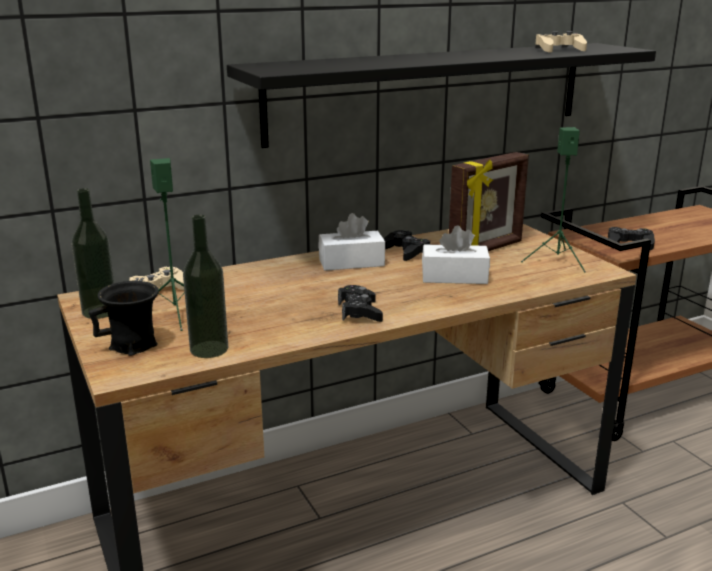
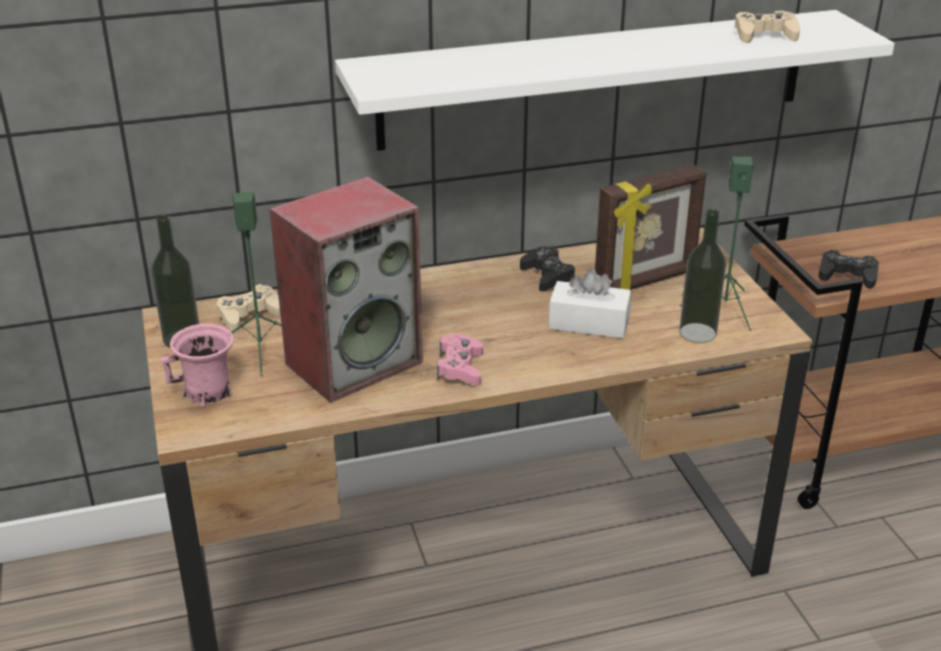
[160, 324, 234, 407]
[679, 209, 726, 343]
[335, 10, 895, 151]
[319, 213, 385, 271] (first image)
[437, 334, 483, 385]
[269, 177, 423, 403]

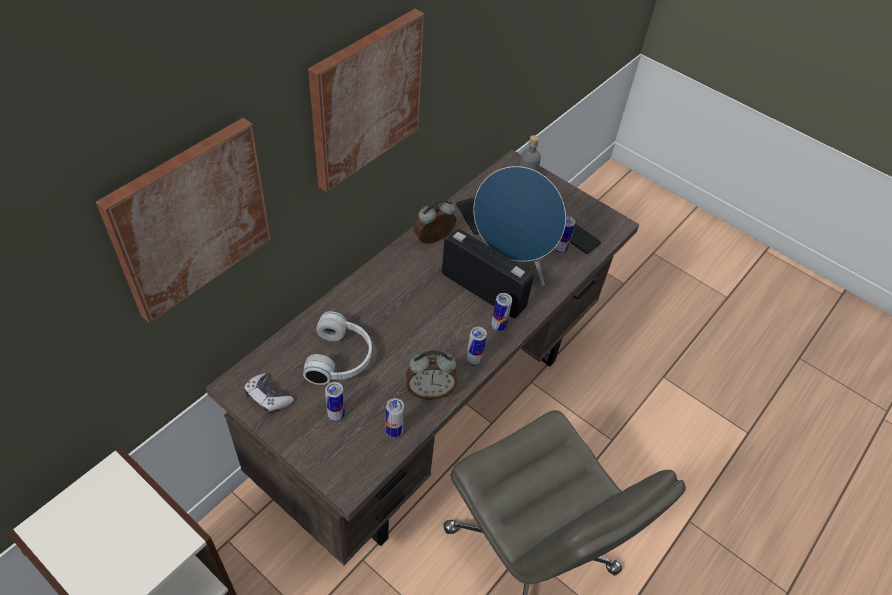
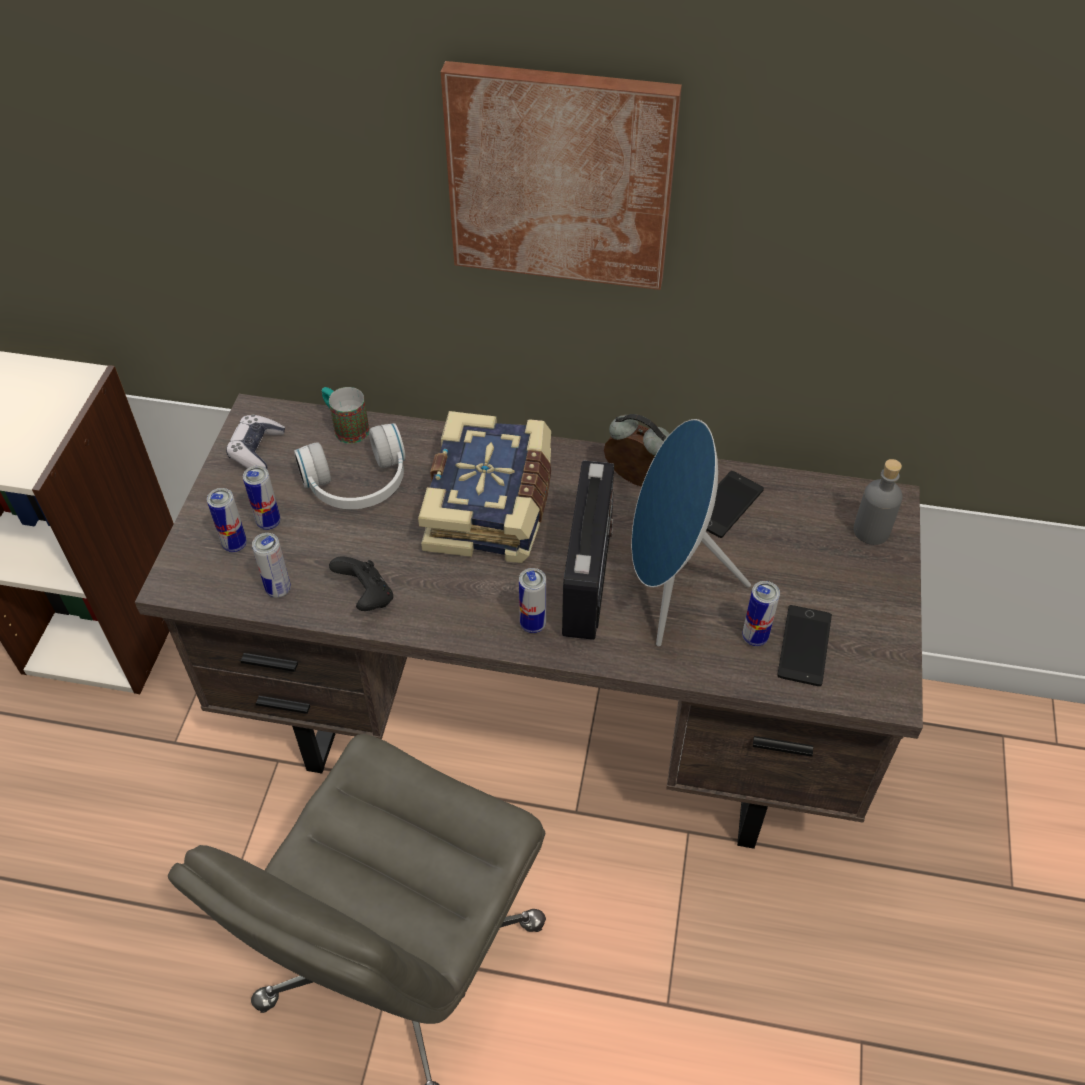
[96, 118, 271, 323] (first image)
[329, 556, 393, 611]
[207, 488, 247, 552]
[322, 387, 369, 444]
[418, 411, 551, 563]

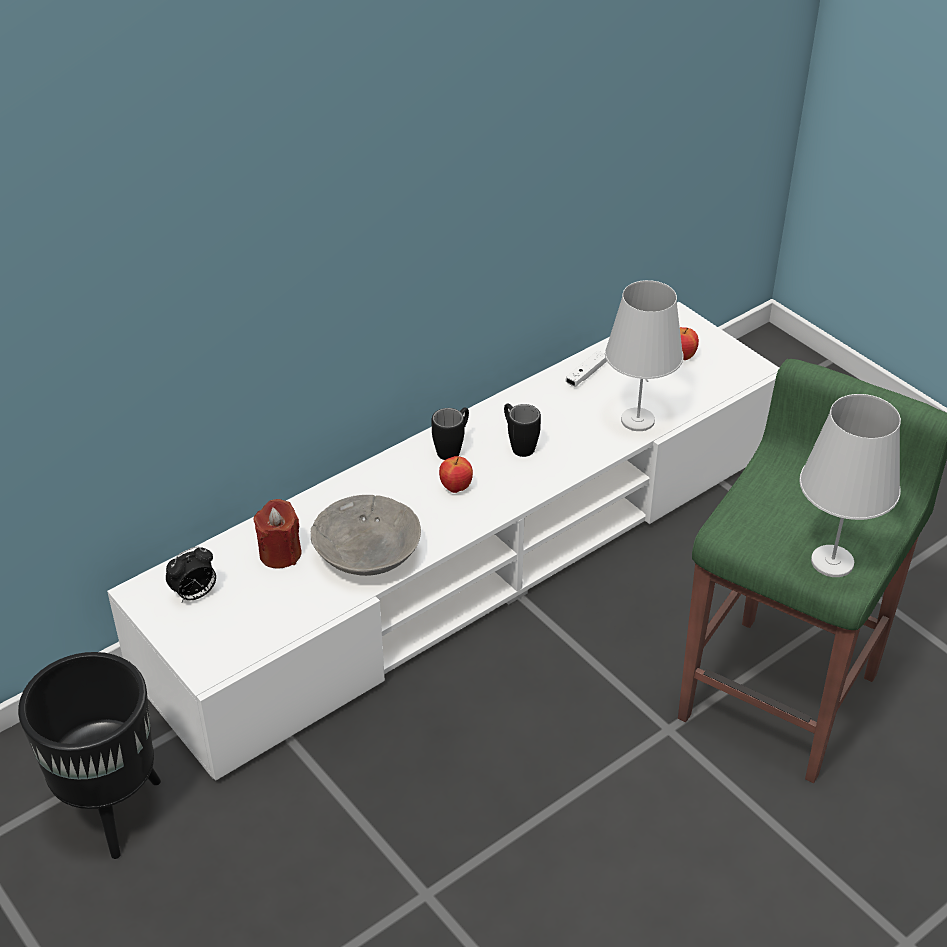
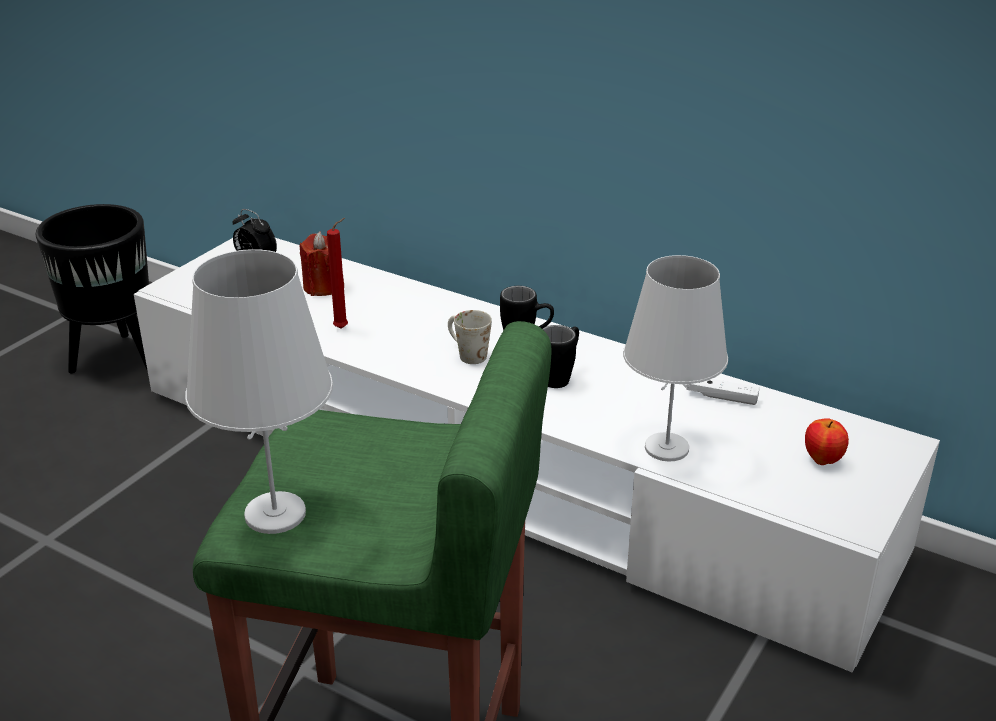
[327, 218, 348, 329]
[448, 310, 492, 364]

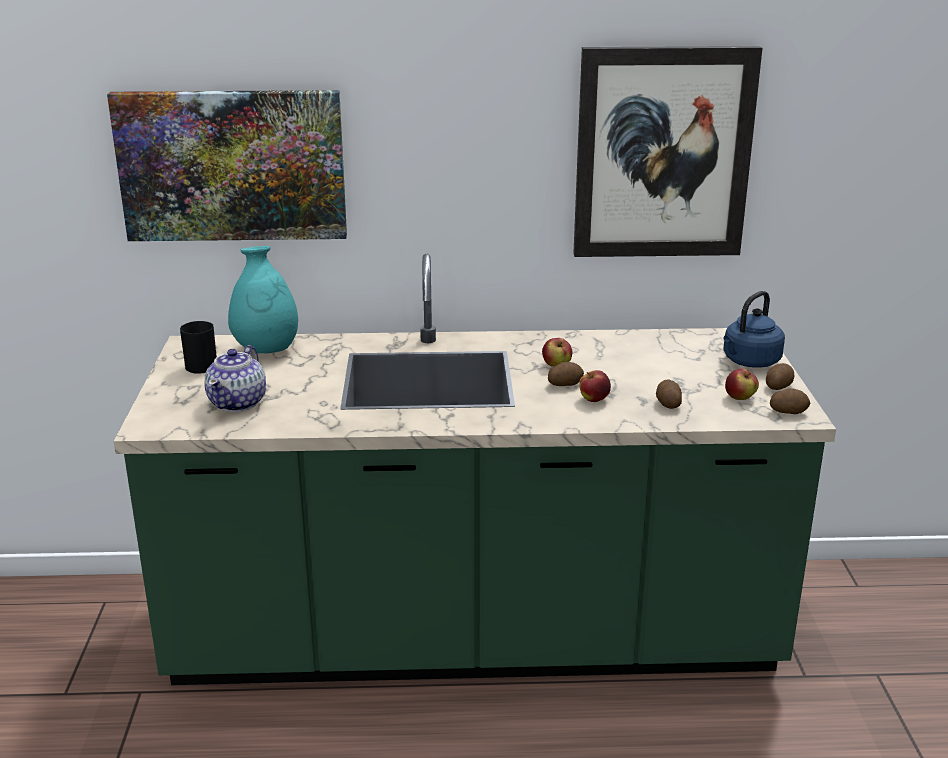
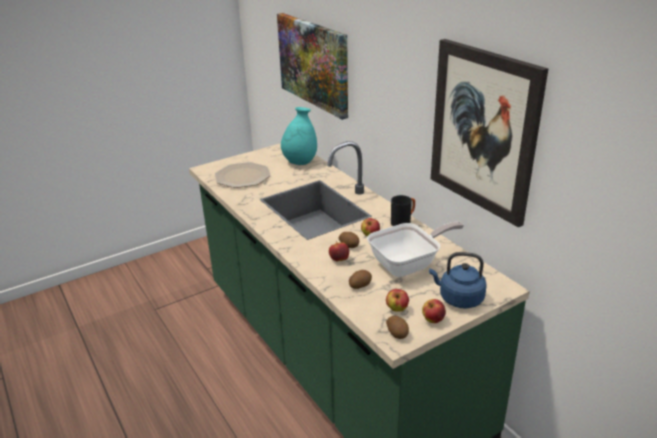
[391, 195, 415, 226]
[215, 162, 271, 188]
[422, 299, 446, 323]
[367, 222, 464, 277]

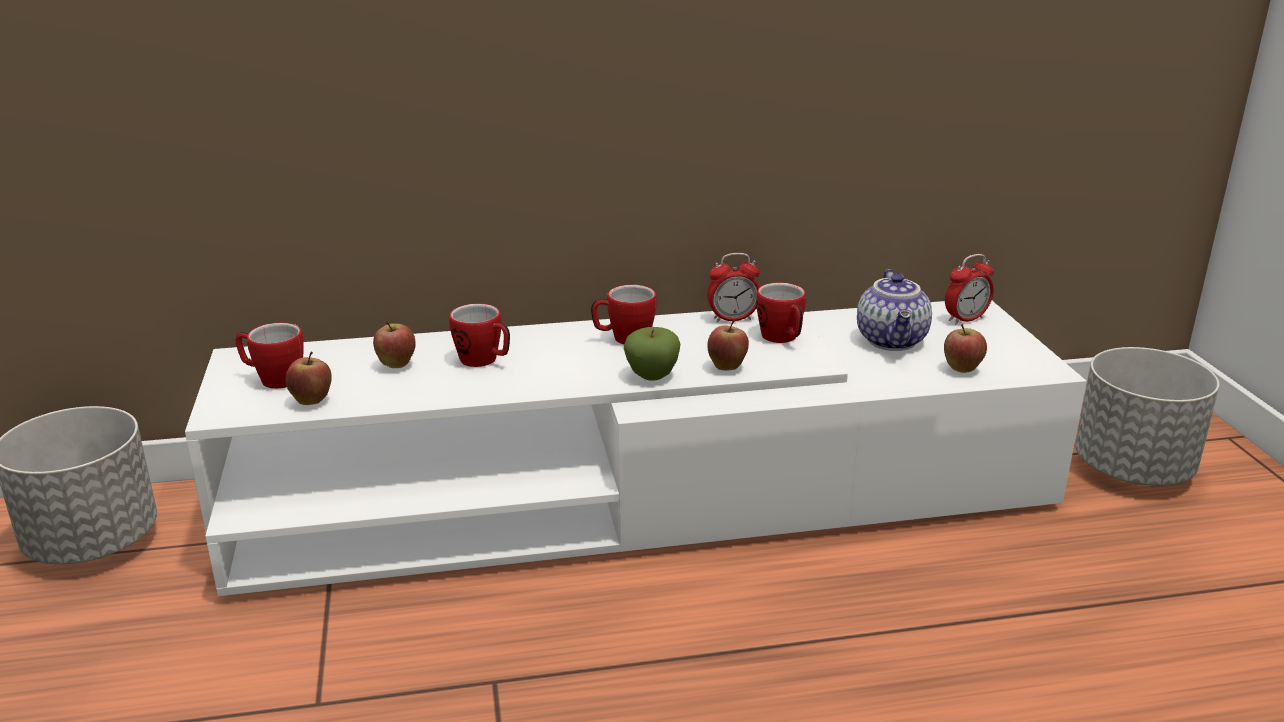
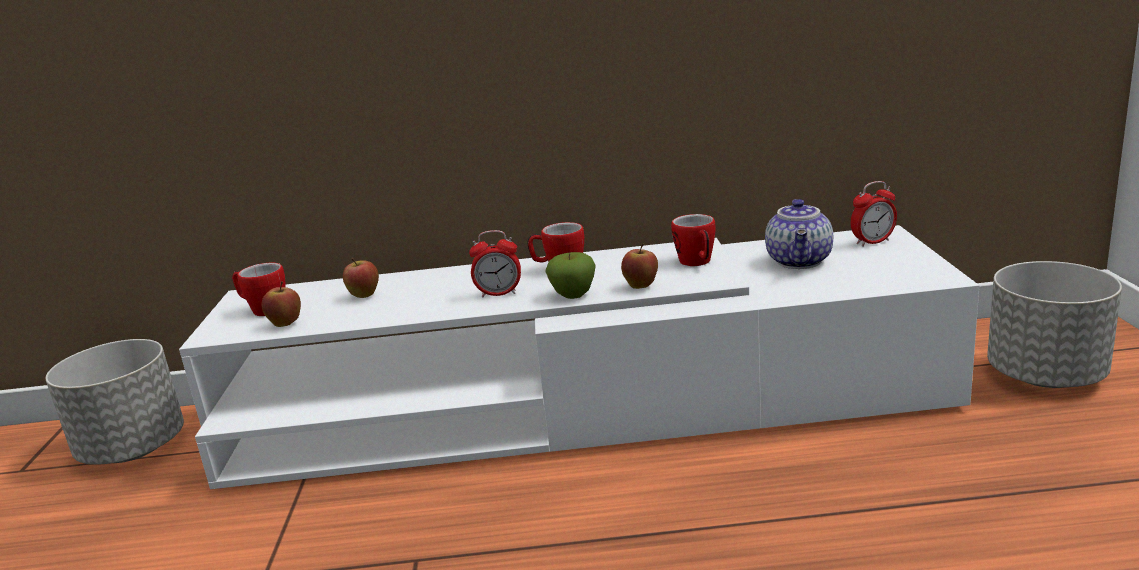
[449, 304, 510, 367] (first image)
[469, 230, 521, 298]
[944, 324, 987, 373] (first image)

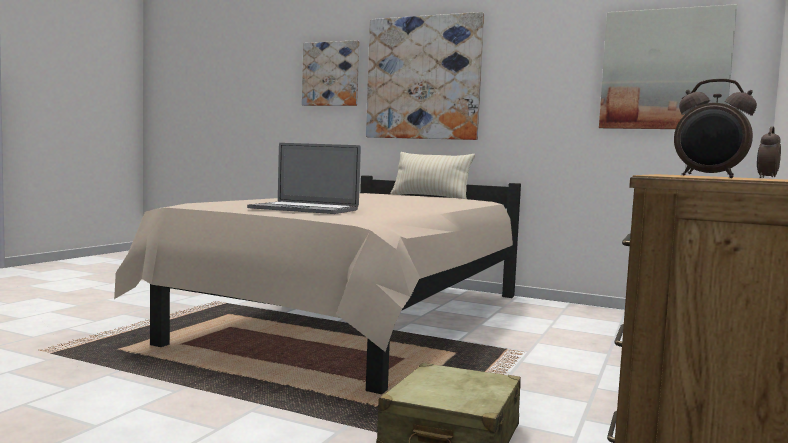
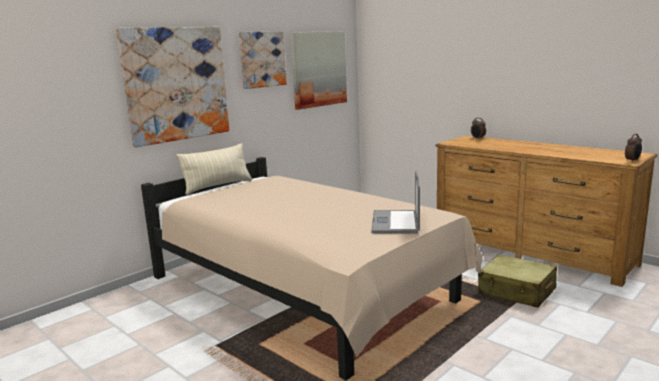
[371, 170, 420, 233]
[239, 31, 287, 89]

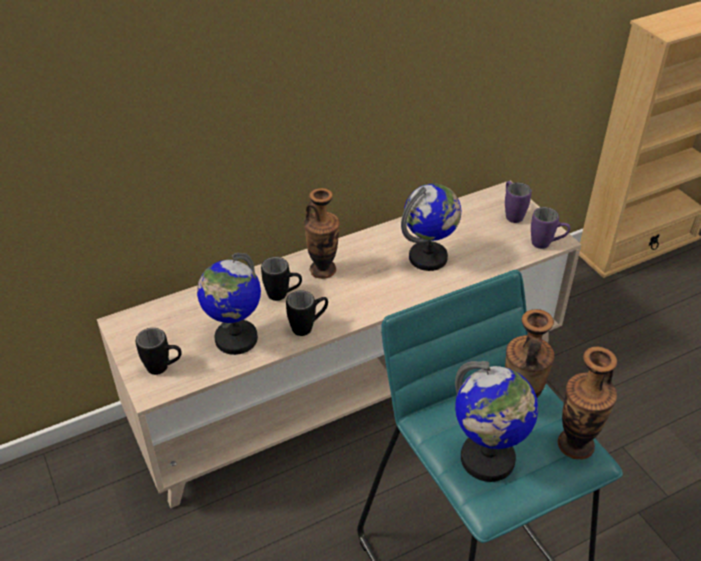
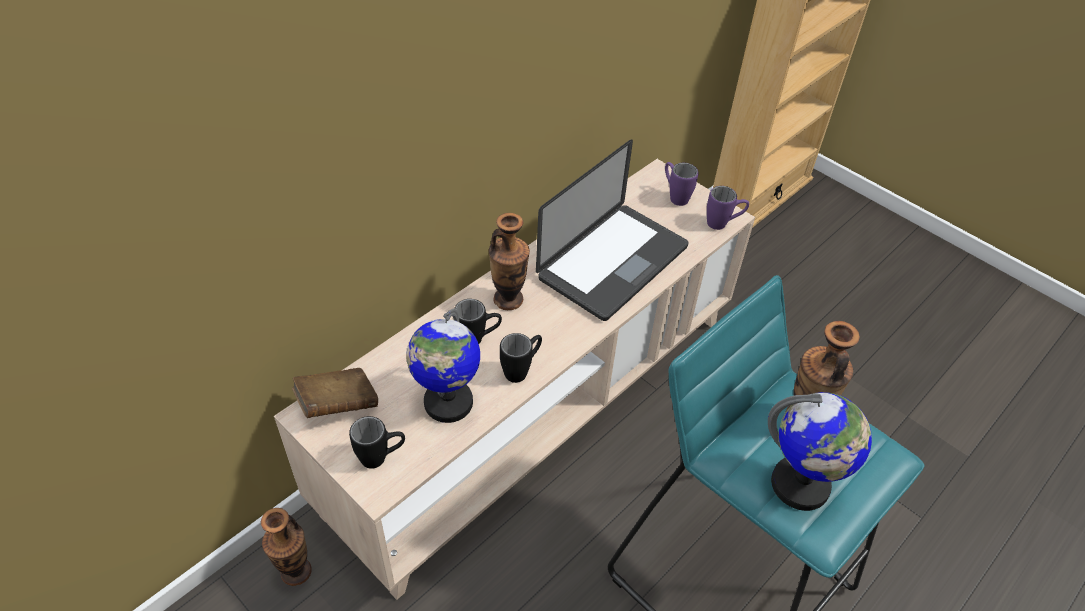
[536, 139, 689, 321]
[261, 508, 311, 586]
[292, 368, 378, 418]

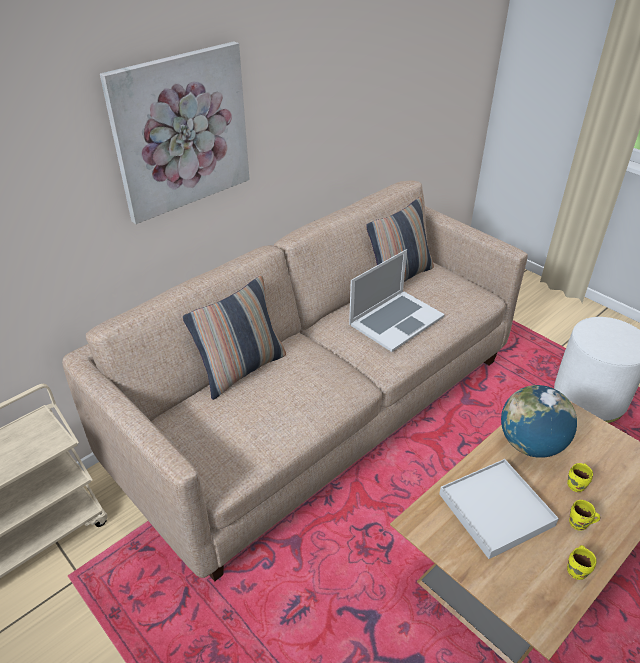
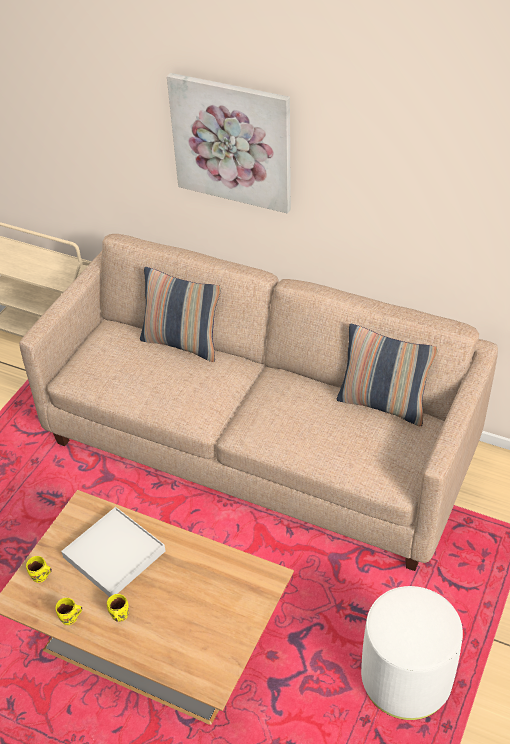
[349, 249, 445, 352] (first image)
[501, 385, 577, 458] (first image)
[26, 556, 52, 583]

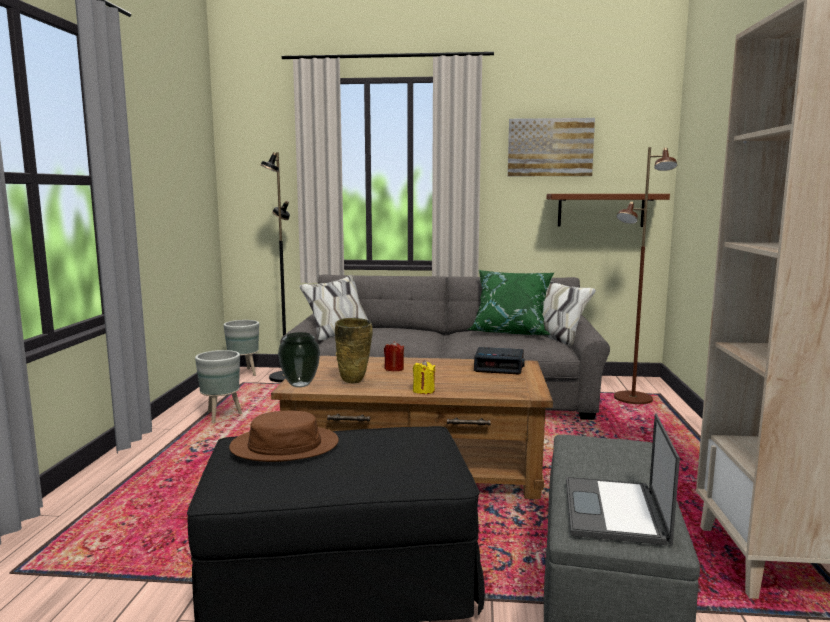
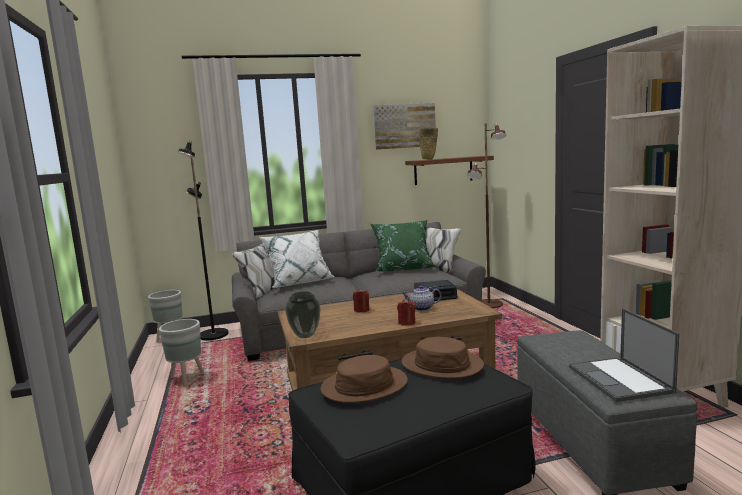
[419, 128, 438, 159]
[397, 299, 415, 326]
[260, 230, 335, 288]
[402, 285, 441, 311]
[402, 337, 484, 378]

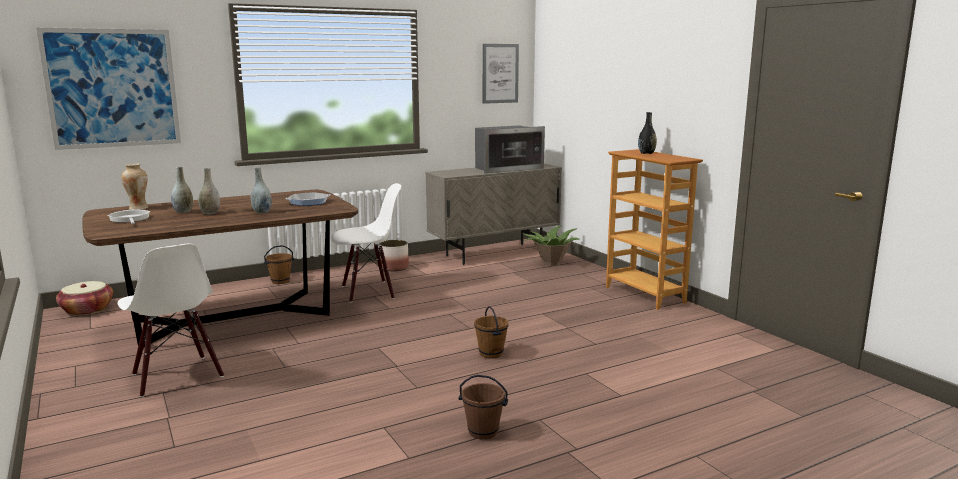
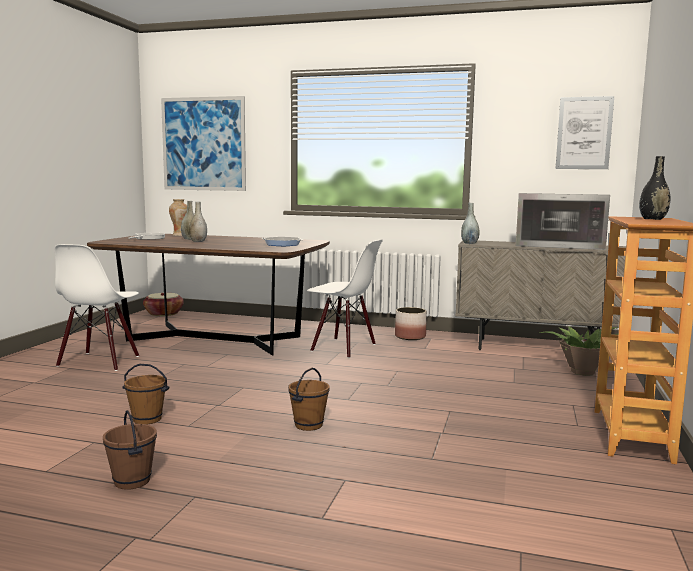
[461, 203, 479, 244]
[122, 364, 169, 425]

